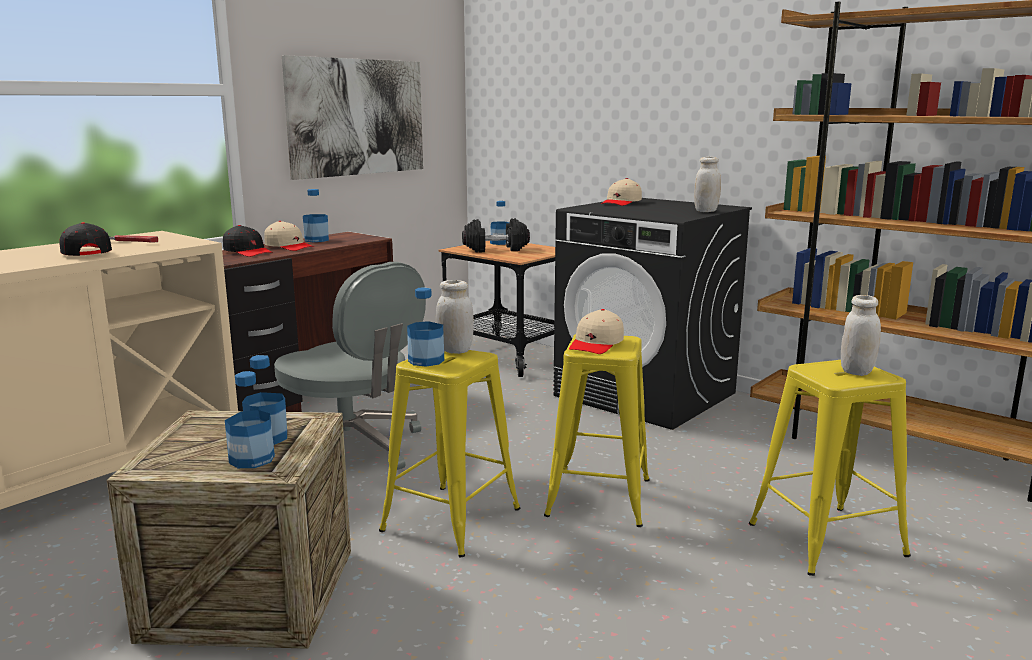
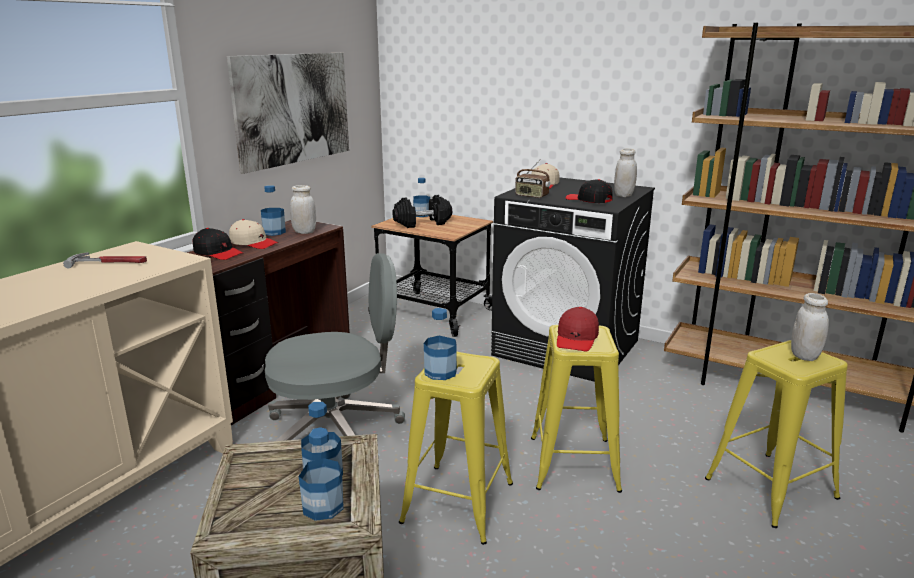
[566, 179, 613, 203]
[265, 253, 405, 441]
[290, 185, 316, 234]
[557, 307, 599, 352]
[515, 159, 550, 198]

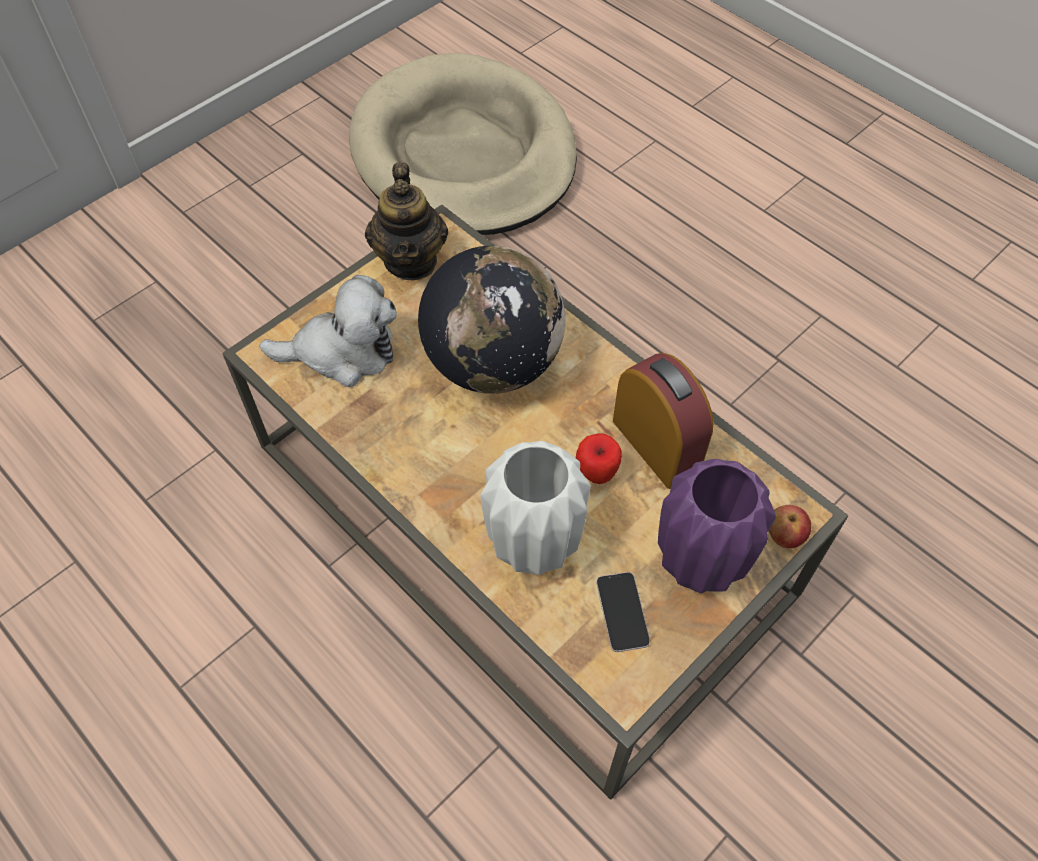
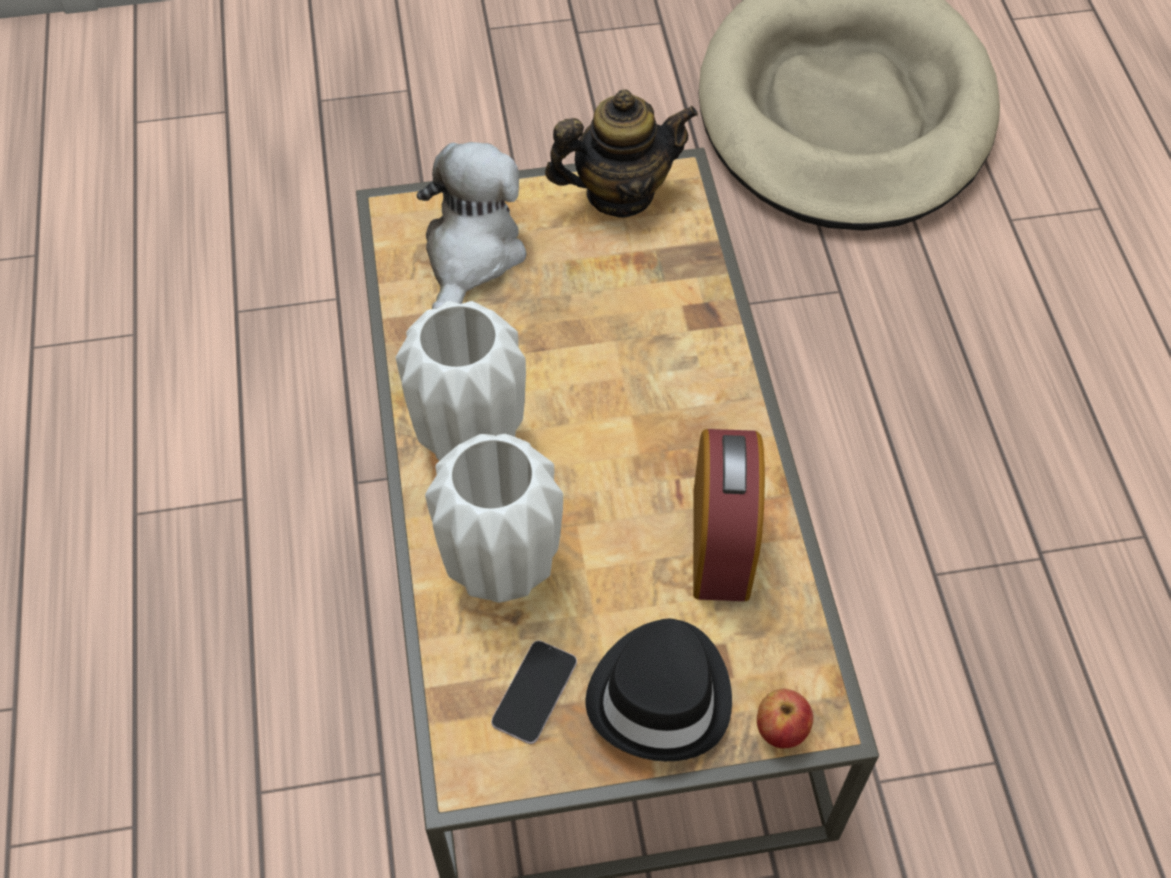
[416, 142, 527, 309]
[545, 89, 698, 218]
[418, 246, 565, 394] (first image)
[576, 434, 622, 484] (first image)
[586, 619, 732, 761]
[396, 301, 526, 460]

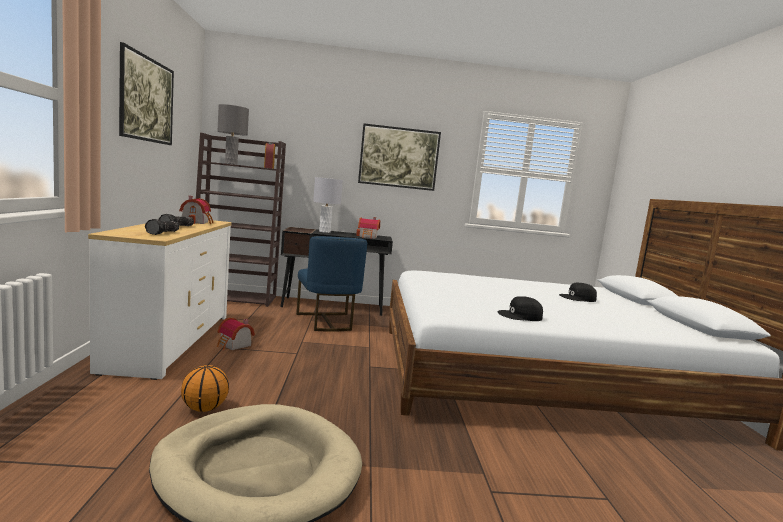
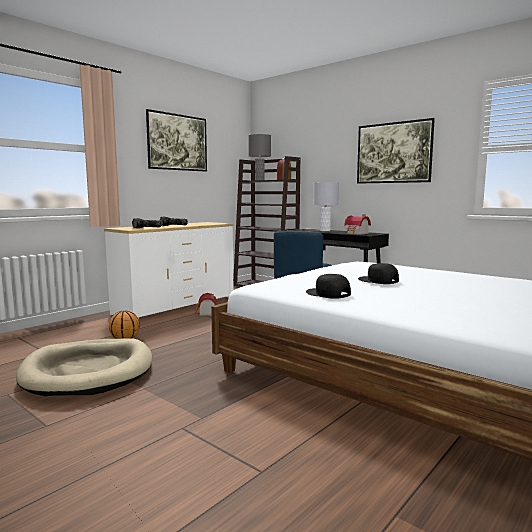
[179, 196, 213, 224] (first image)
[358, 263, 399, 284]

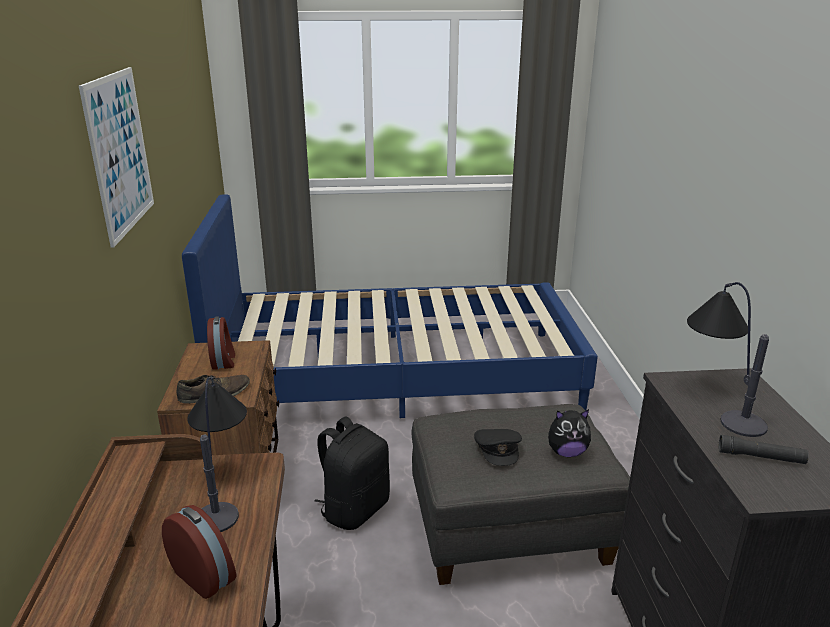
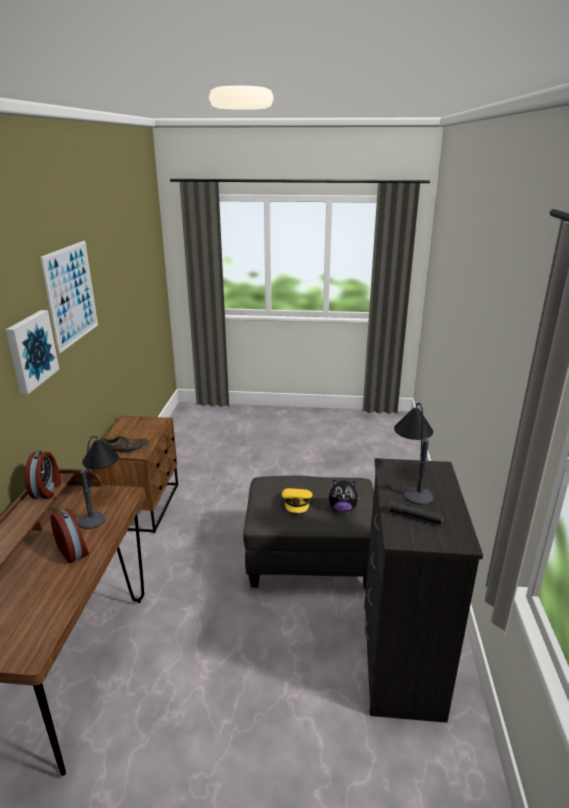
[182, 194, 598, 418] (first image)
[25, 451, 61, 498]
[315, 416, 390, 530] (first image)
[282, 488, 312, 513]
[6, 310, 59, 394]

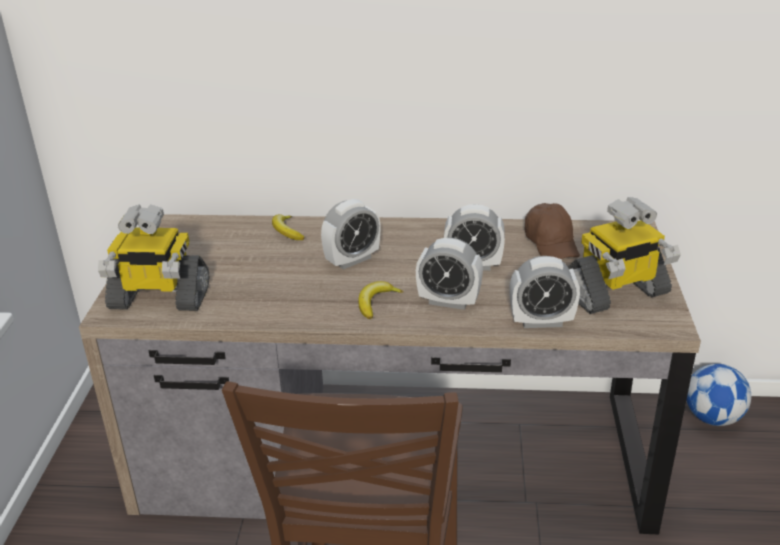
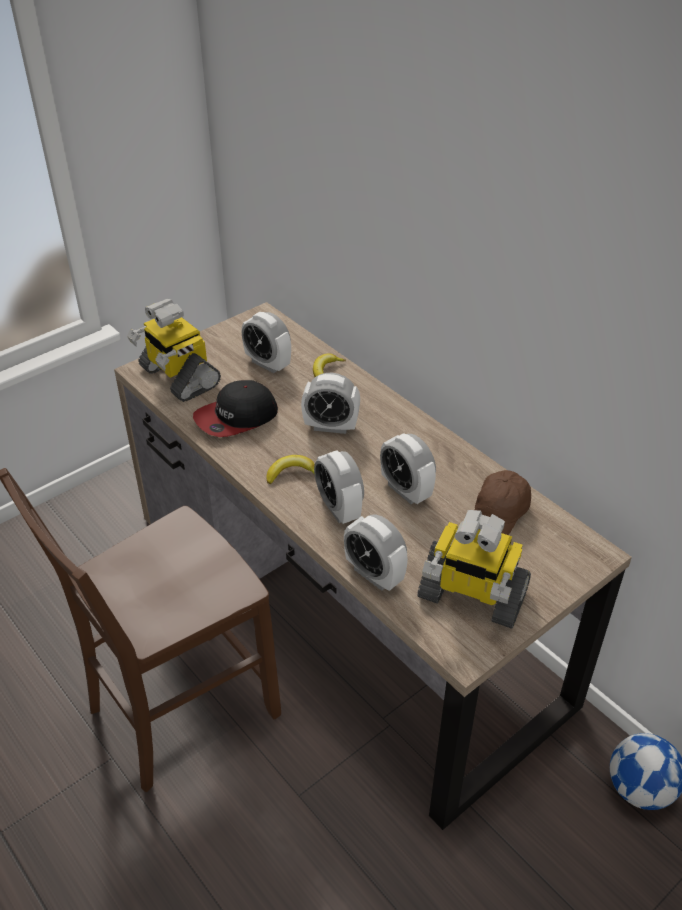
[193, 380, 278, 437]
[242, 312, 291, 373]

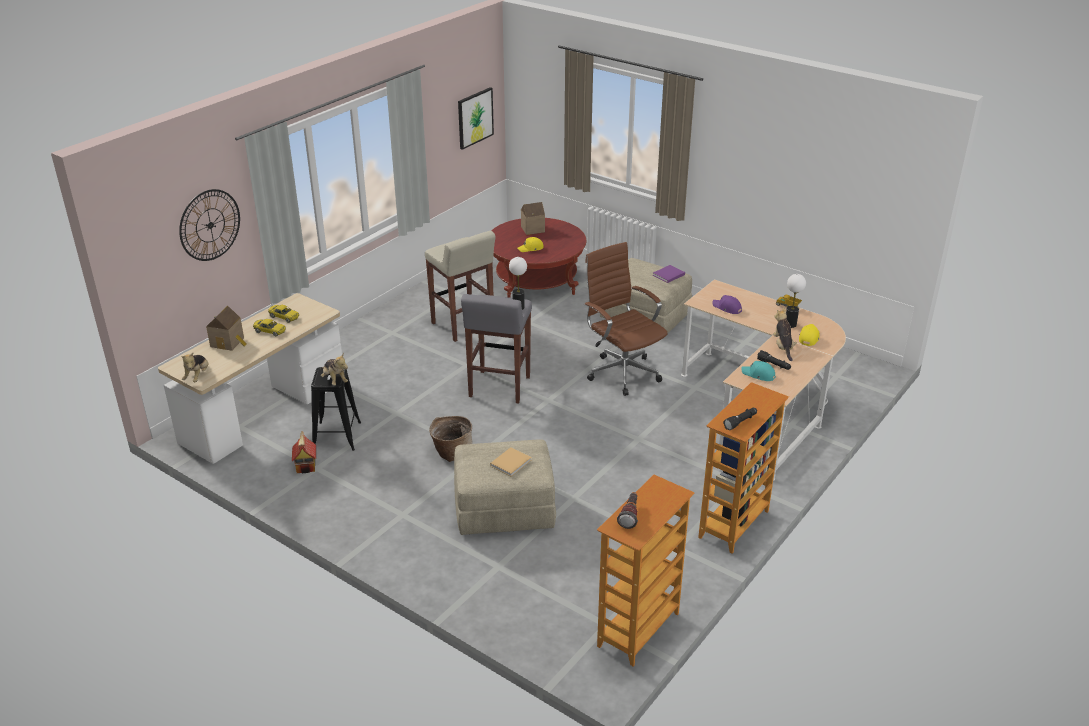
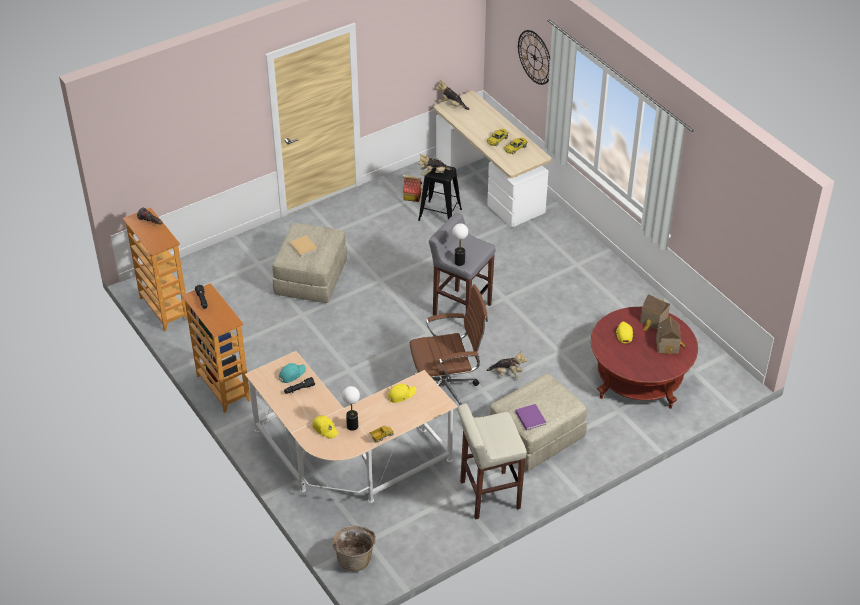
[640, 294, 670, 331]
[457, 403, 527, 519]
[333, 526, 376, 571]
[458, 87, 494, 150] (first image)
[388, 384, 416, 403]
[486, 351, 527, 378]

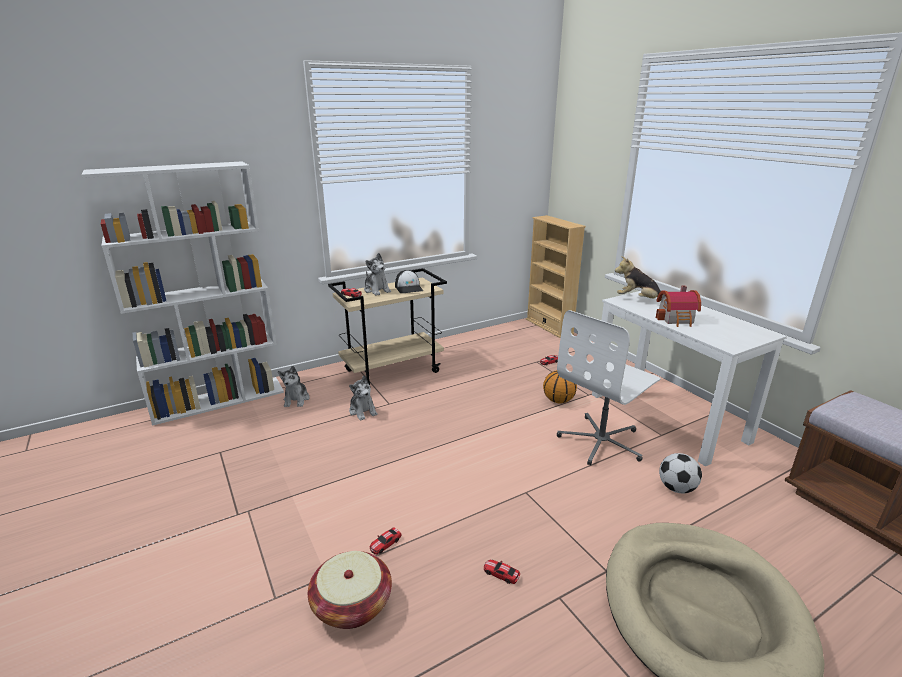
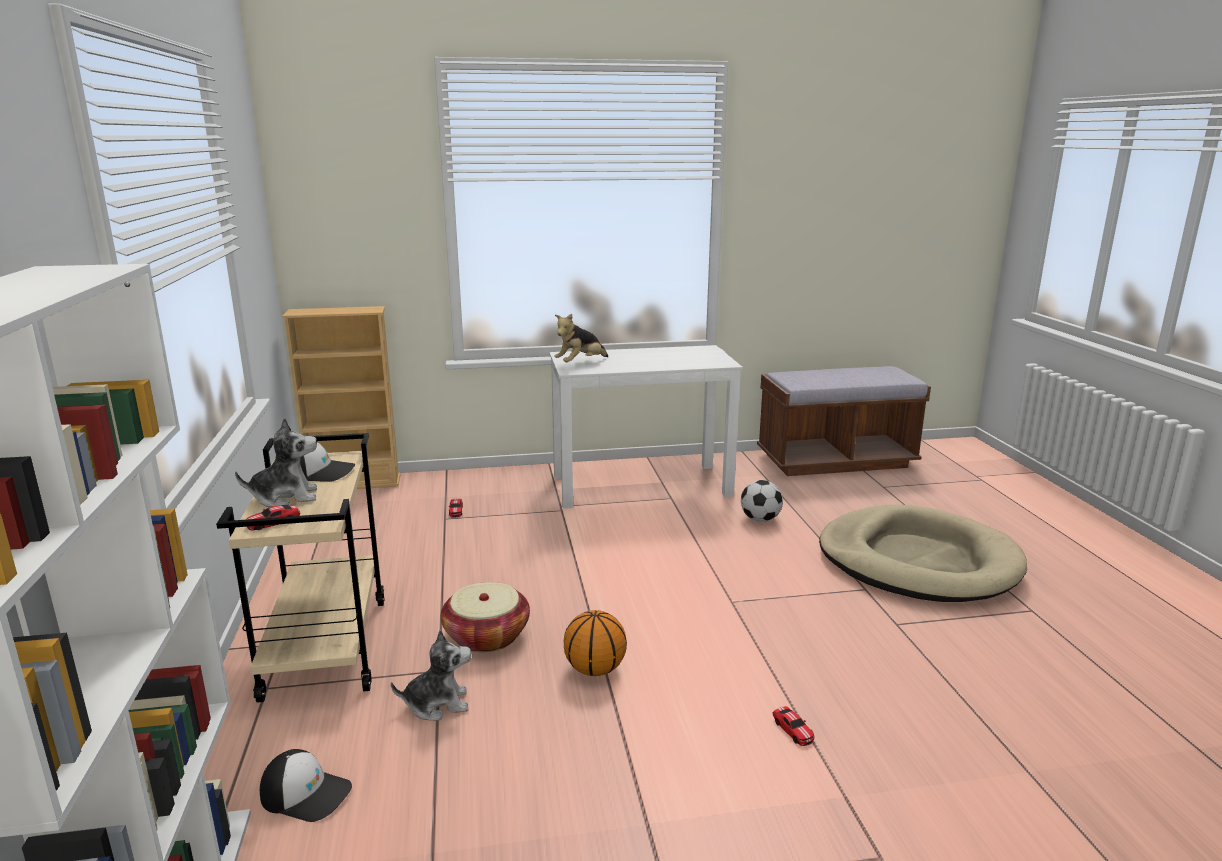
[260, 749, 352, 822]
[441, 582, 530, 652]
[484, 560, 520, 584] (first image)
[564, 610, 627, 676]
[557, 310, 661, 465] (first image)
[656, 285, 701, 327] (first image)

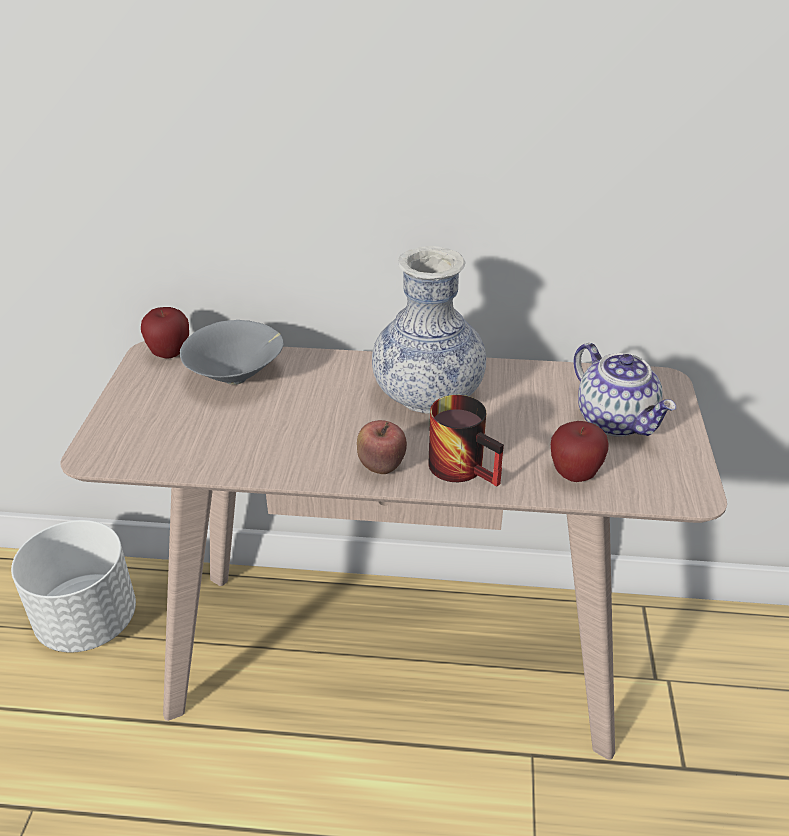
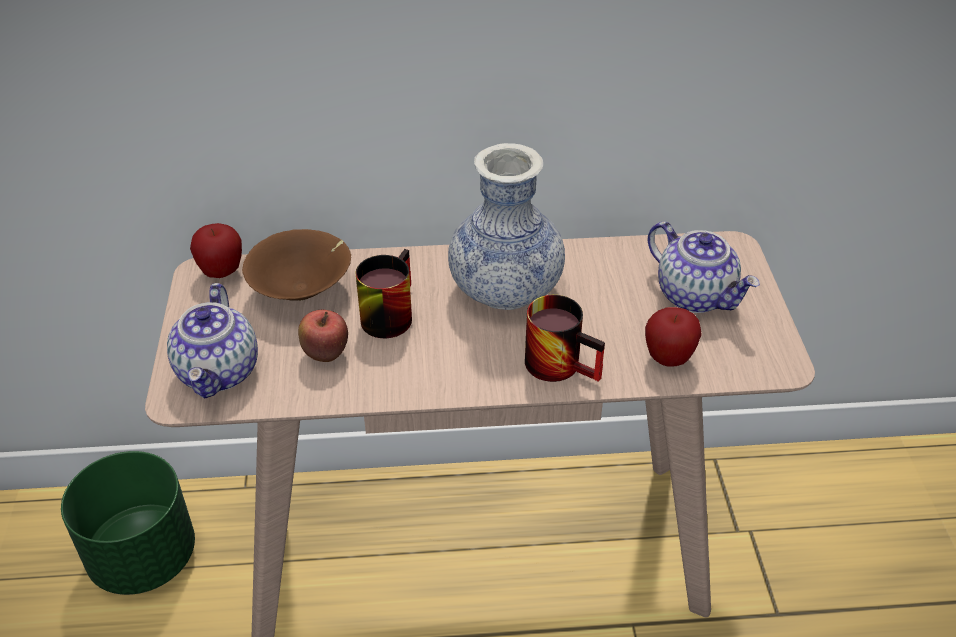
[61, 451, 195, 595]
[242, 229, 351, 301]
[298, 310, 348, 362]
[167, 283, 258, 399]
[355, 249, 412, 338]

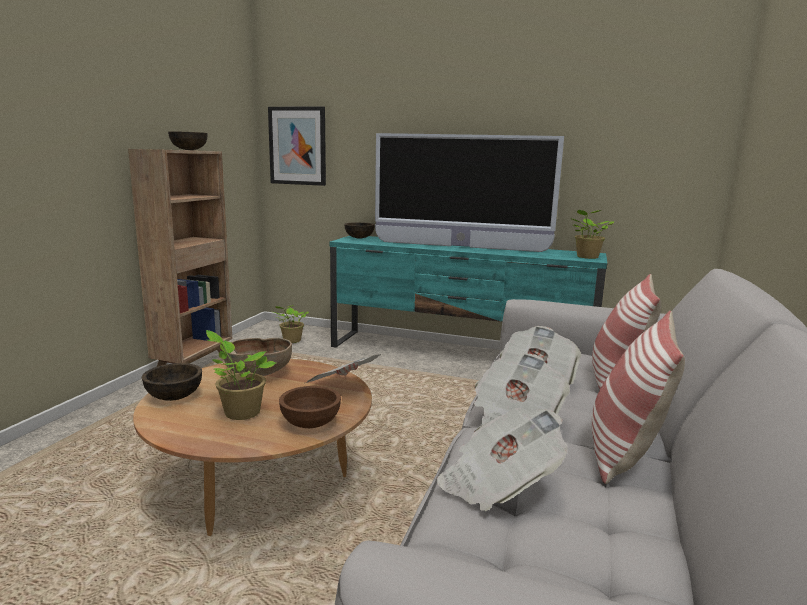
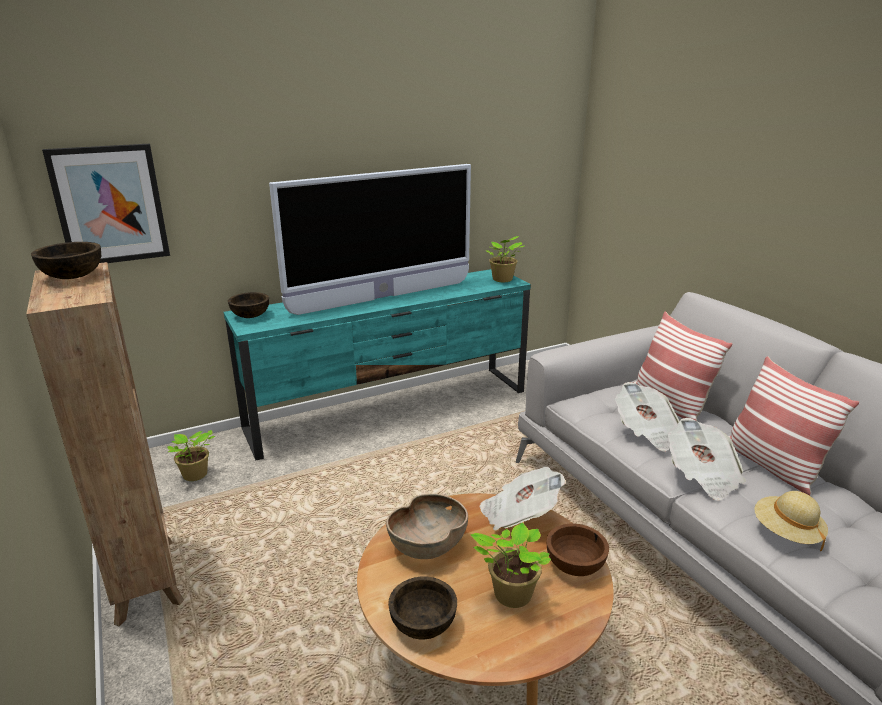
[754, 491, 828, 551]

